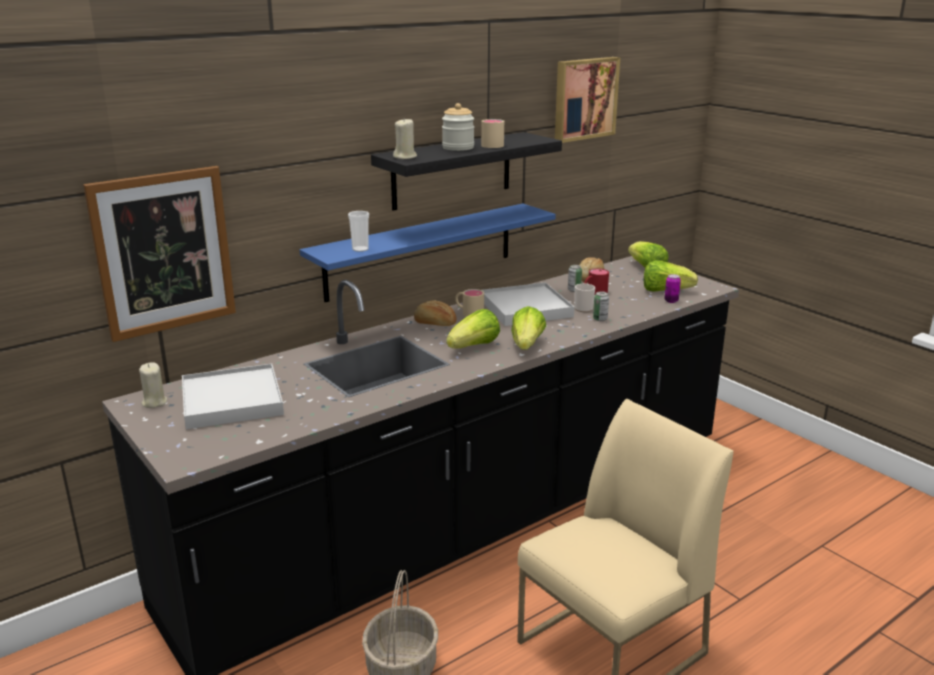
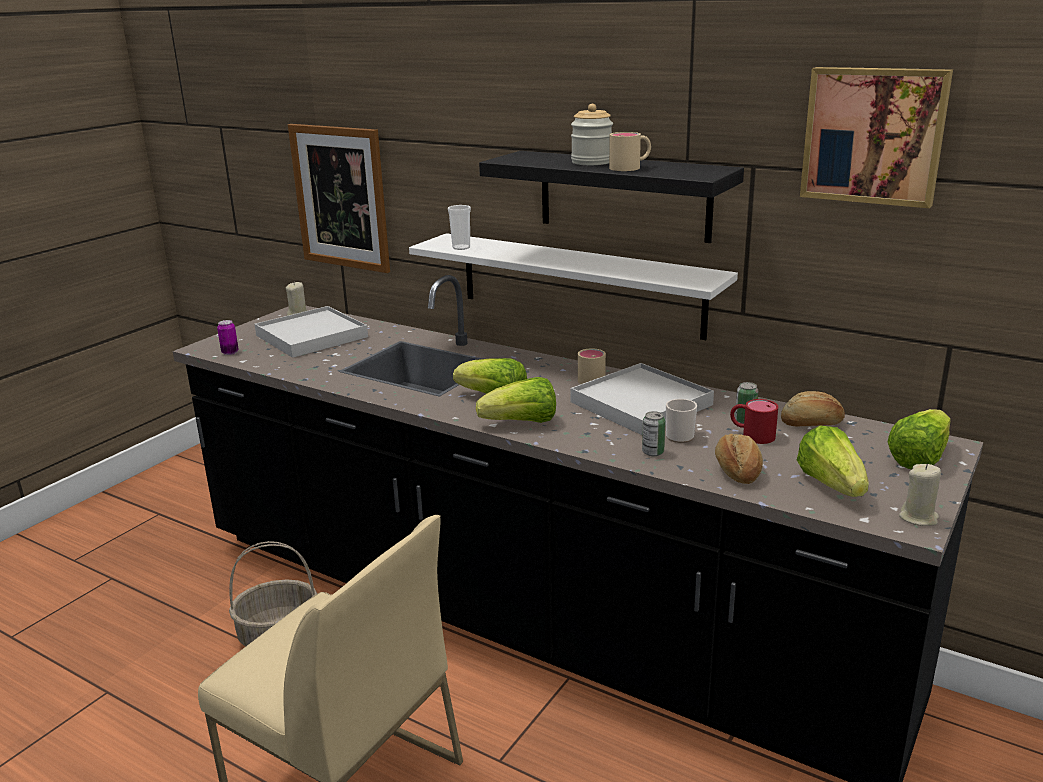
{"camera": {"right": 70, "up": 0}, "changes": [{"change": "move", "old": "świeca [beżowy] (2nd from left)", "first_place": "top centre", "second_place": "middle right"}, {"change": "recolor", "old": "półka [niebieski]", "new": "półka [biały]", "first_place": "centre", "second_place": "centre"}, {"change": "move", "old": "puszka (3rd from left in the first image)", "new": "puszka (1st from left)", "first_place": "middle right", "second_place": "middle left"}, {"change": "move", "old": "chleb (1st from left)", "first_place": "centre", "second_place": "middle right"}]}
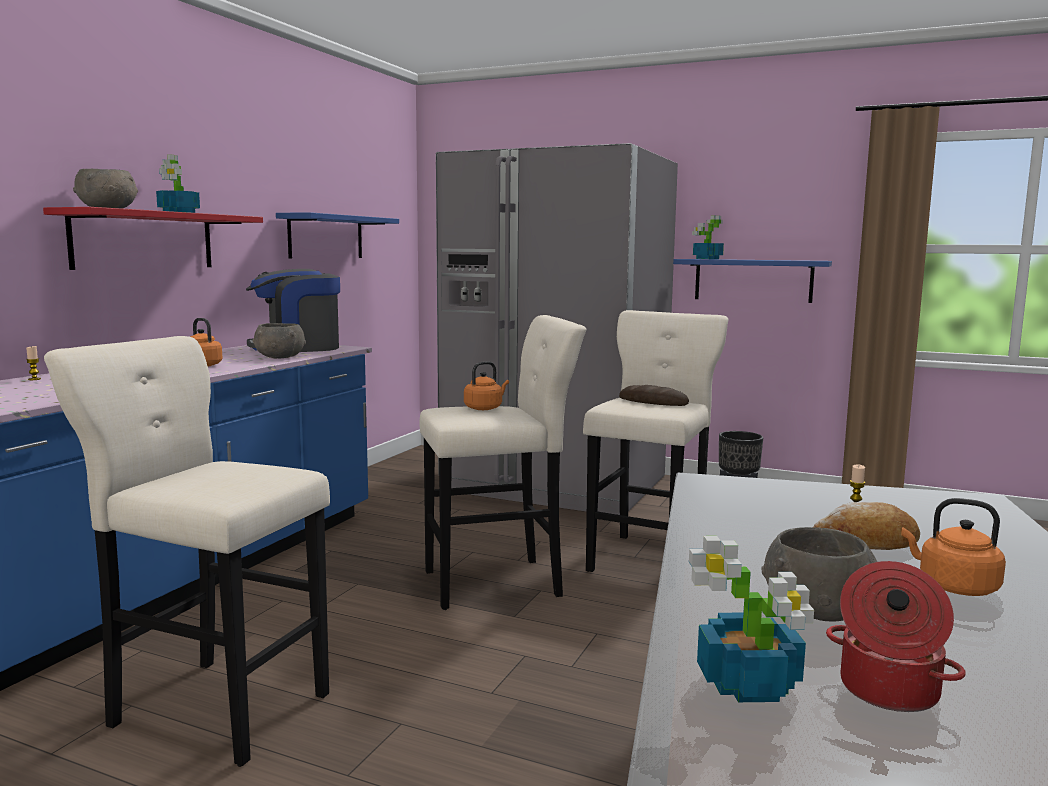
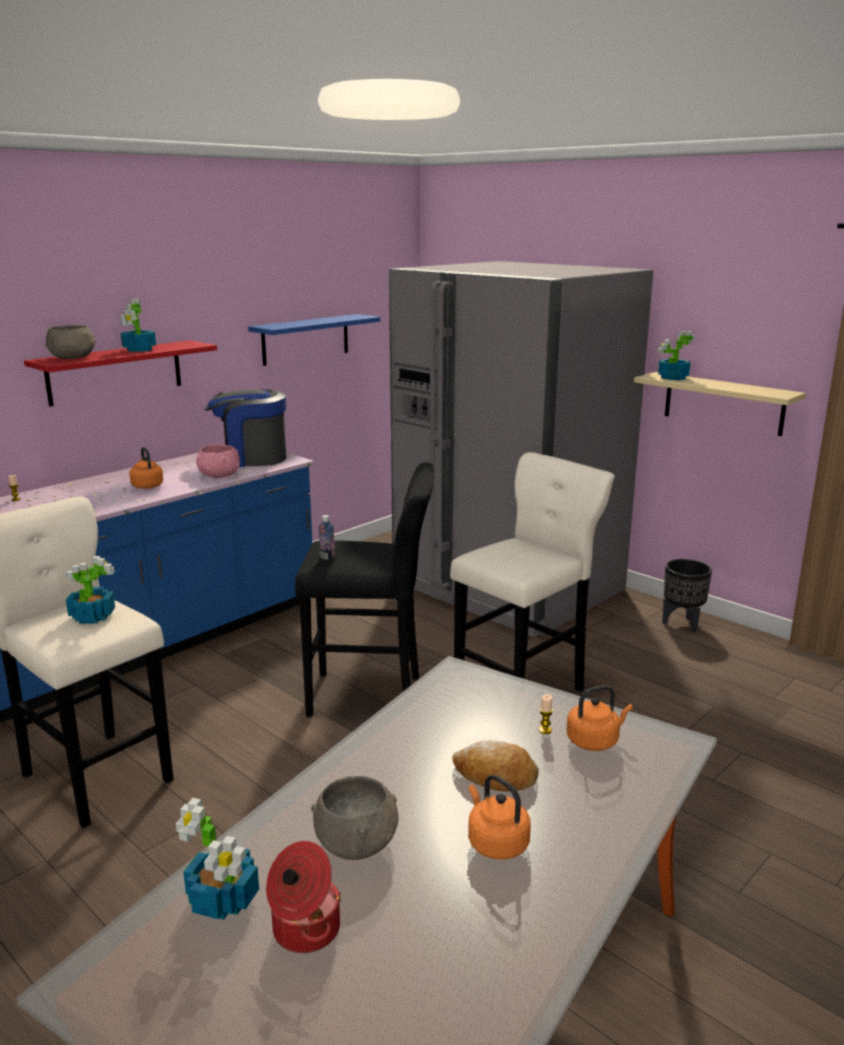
{"camera": {"right": 20, "up": 10}, "changes": [{"change": "recolor", "old": "półka [niebieski] (2nd from left)", "new": "półka [beżowy]", "first_place": "middle right", "second_place": "middle right"}, {"change": "recolor", "old": "stołek [beżowy] (2nd from left)", "new": "stołek [czarny]", "first_place": "centre", "second_place": "centre"}, {"change": "recolor", "old": "miska [szary] (2nd from left)", "new": "miska [różowy]", "first_place": "middle left", "second_place": "middle left"}, {"change": "move", "old": "czajnik [pomarańczowy] (2nd from left in the first image)", "new": "czajnik [pomarańczowy] (3rd from left)", "first_place": "centre", "second_place": "bottom right"}, {"change": "delete", "old": "chleb (1st from left)", "first_place": "centre"}, {"change": "insert", "new": "butelka", "second_place": "centre"}, {"change": "insert", "new": "roślina doniczkowa (1st from left)", "second_place": "middle left"}]}
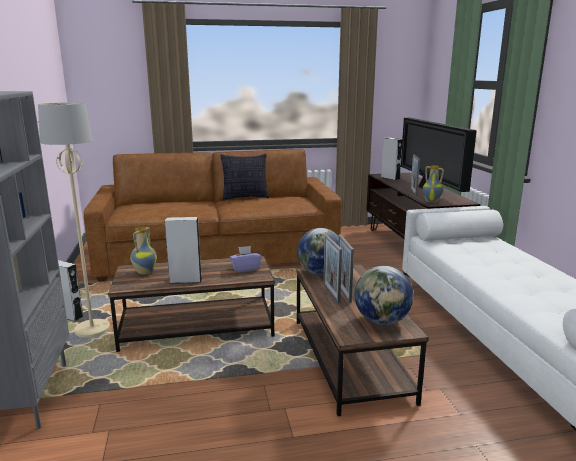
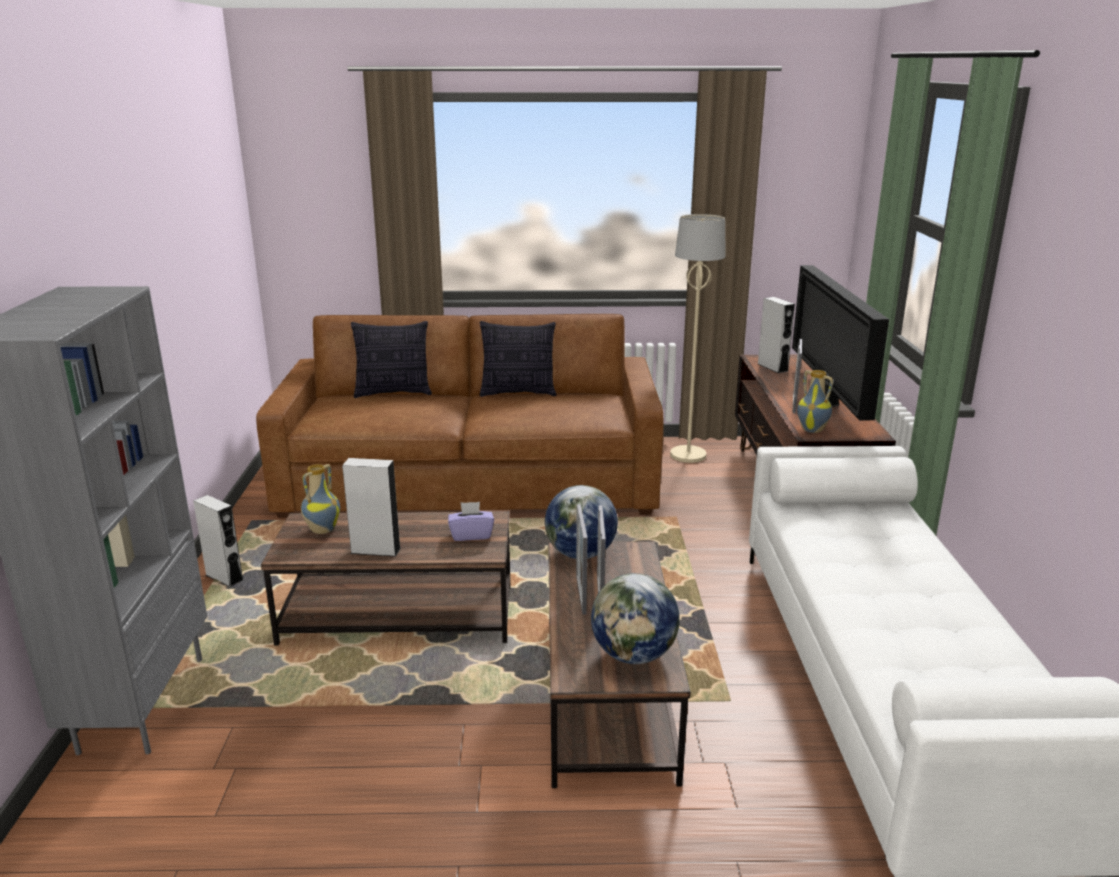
{"camera": {"right": 10, "up": 5}, "changes": [{"change": "move", "old": "lampa stojąca [beżowy]", "first_place": "middle left", "second_place": "centre"}, {"change": "insert", "new": "poduszka (1st from left)", "second_place": "centre"}]}
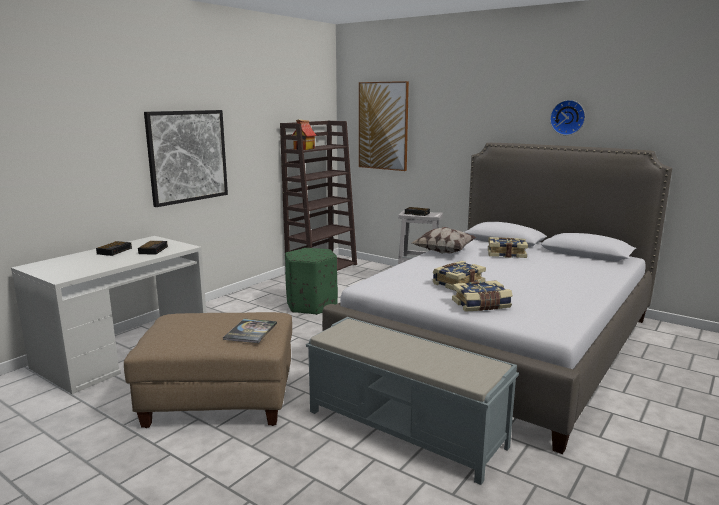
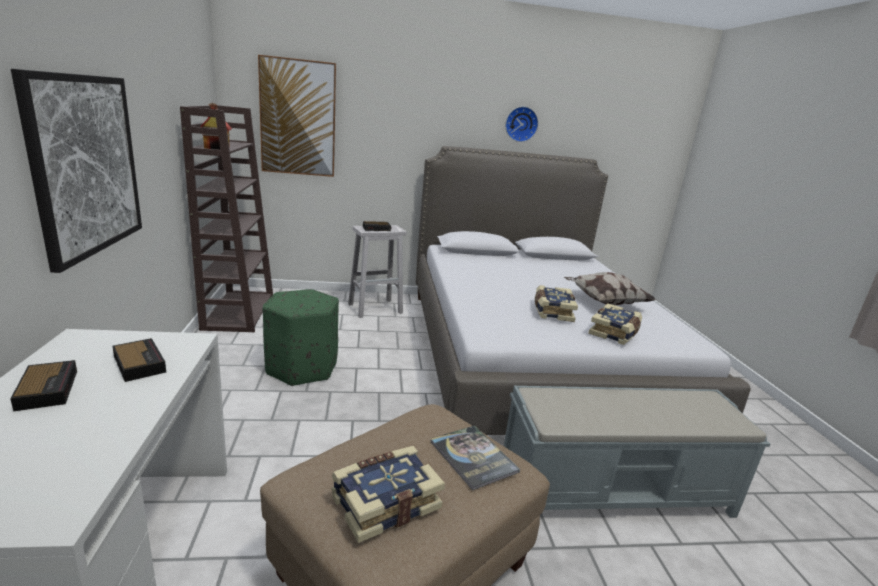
{"camera": {"right": -45, "up": 5}, "changes": [{"change": "move", "old": "poduszka", "first_place": "centre", "second_place": "middle right"}, {"change": "move", "old": "książka (4th from left in the first image)", "new": "książka (1st from left)", "first_place": "middle right", "second_place": "bottom centre"}]}
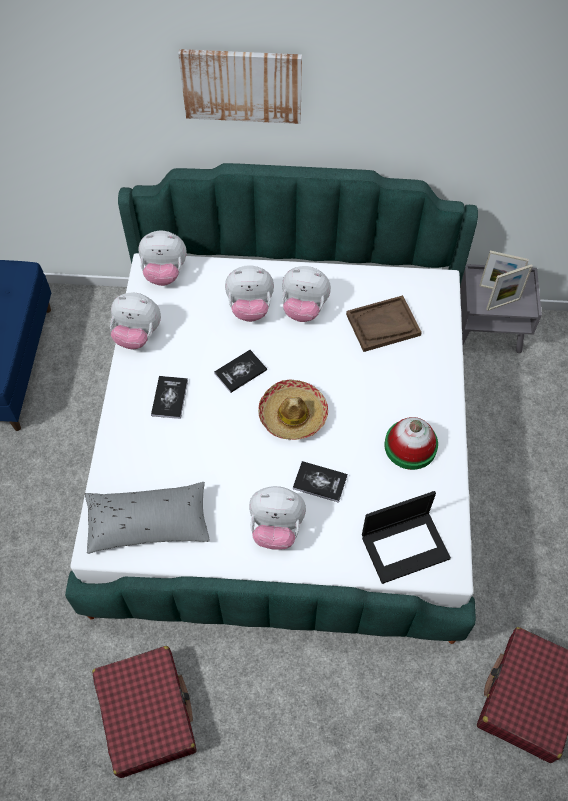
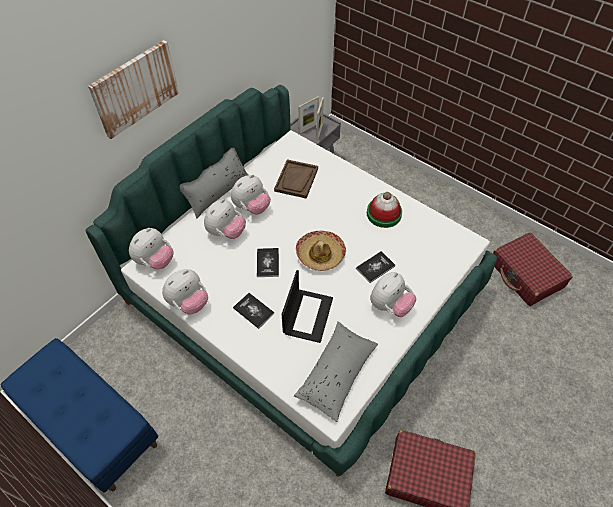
{"camera": {"right": -55, "up": -5}, "changes": [{"change": "move", "old": "laptop", "first_place": "bottom right", "second_place": "centre"}, {"change": "insert", "new": "poduszka [szary] (1st from left)", "second_place": "centre"}]}
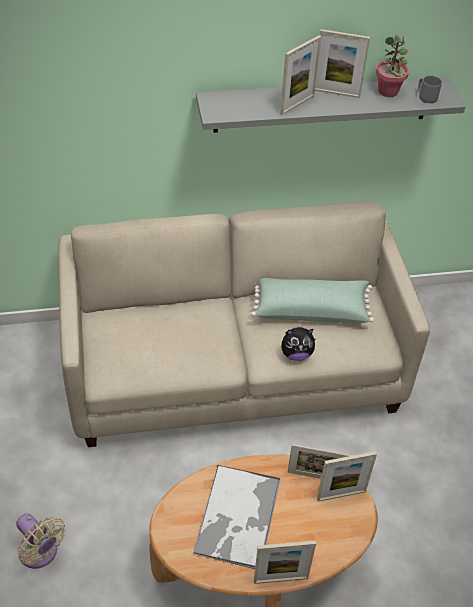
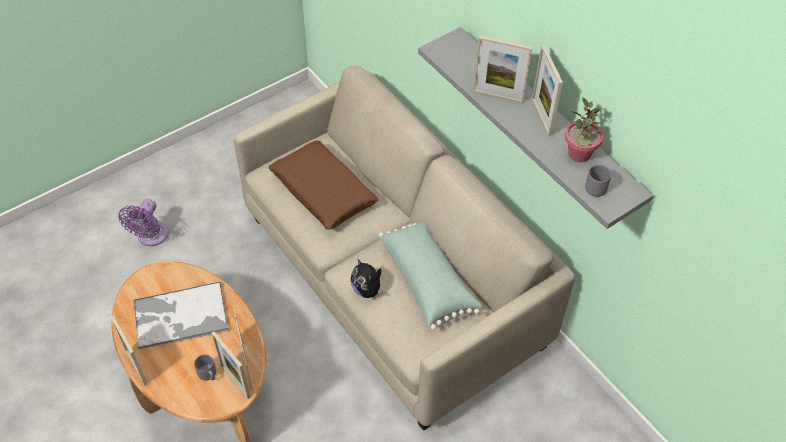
{"camera": {"right": 65, "up": 5}, "changes": [{"change": "recolor", "old": "wentylator [beżowy]", "new": "wentylator [fioletowy]", "first_place": "bottom left", "second_place": "middle left"}, {"change": "insert", "new": "poduszka [brązowy]", "second_place": "centre"}, {"change": "insert", "new": "kubek [szary] (1st from left)", "second_place": "bottom left"}]}
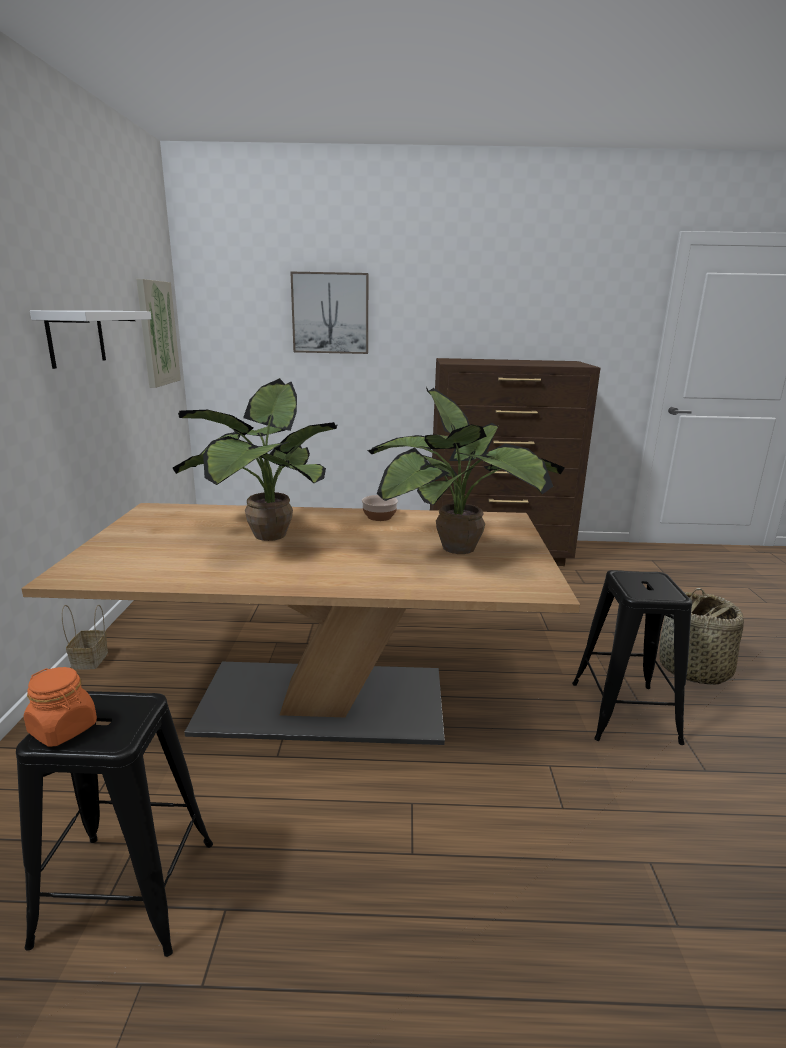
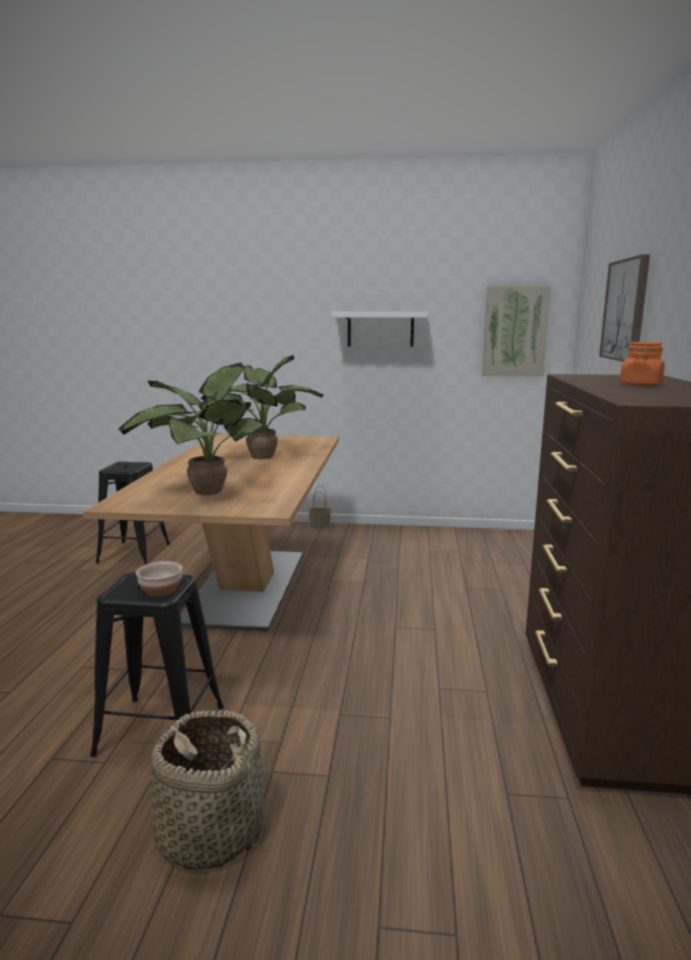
{"camera": {"right": 95, "up": -5}, "changes": [{"change": "move", "old": "miska", "first_place": "centre", "second_place": "middle left"}, {"change": "move", "old": "słoik [pomarańczowy]", "first_place": "bottom left", "second_place": "middle right"}]}
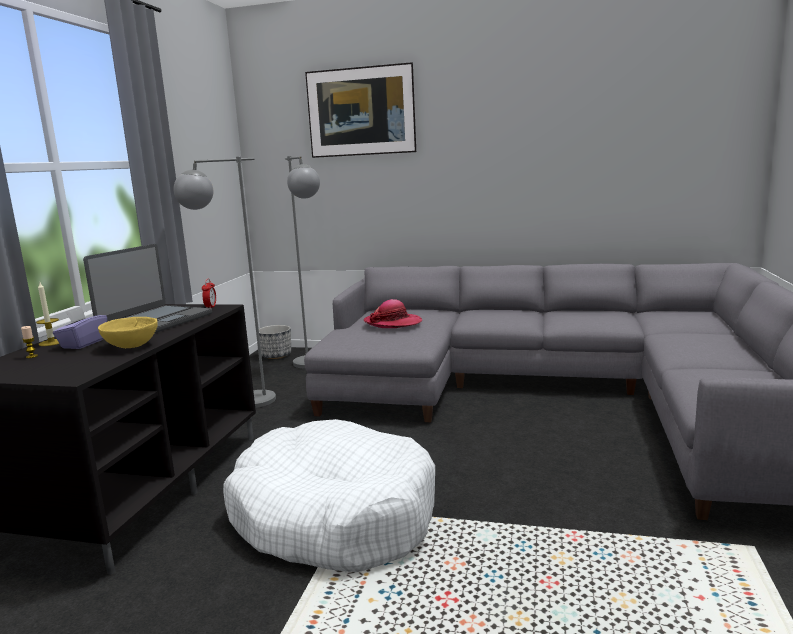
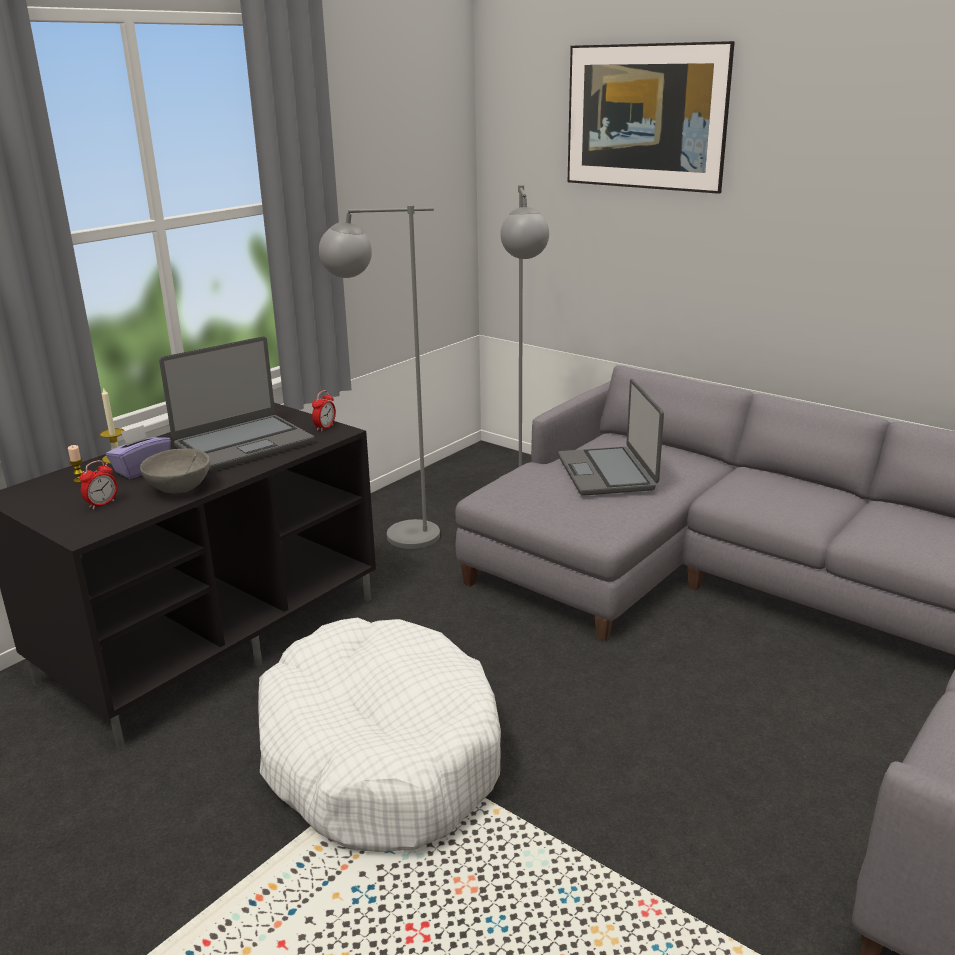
{"camera": {"right": 25, "up": 10}, "changes": [{"change": "replace", "old": "kapelusz", "new": "laptop (2nd from left)", "first_place": "centre", "second_place": "centre"}, {"change": "recolor", "old": "miska [żółty]", "new": "miska [szary]", "first_place": "middle left", "second_place": "middle left"}, {"change": "delete", "old": "donica", "first_place": "centre"}, {"change": "insert", "new": "budzik (1st from left)", "second_place": "middle left"}]}
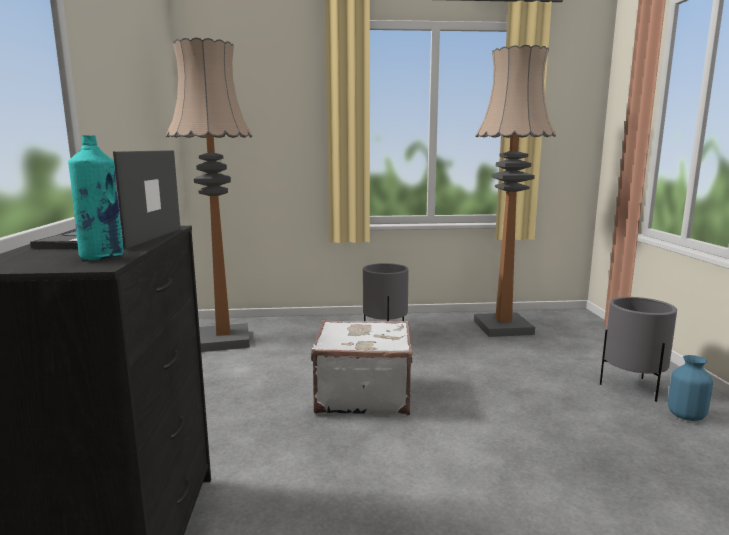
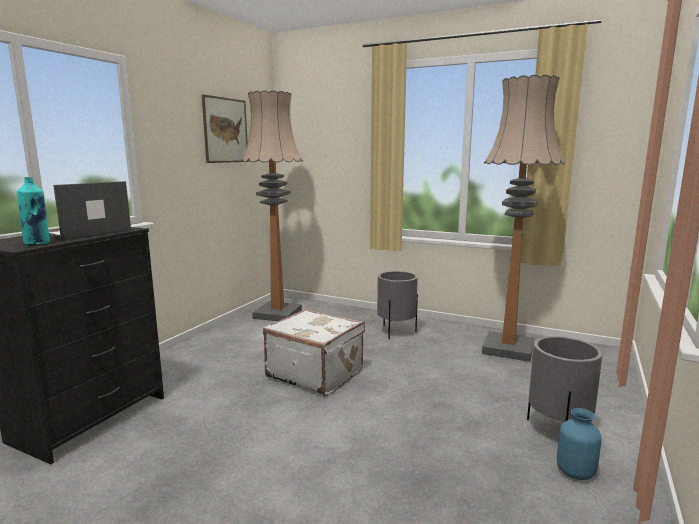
{"camera": {"right": 30, "up": 0}, "changes": [{"change": "insert", "new": "obraz", "second_place": "top left"}]}
